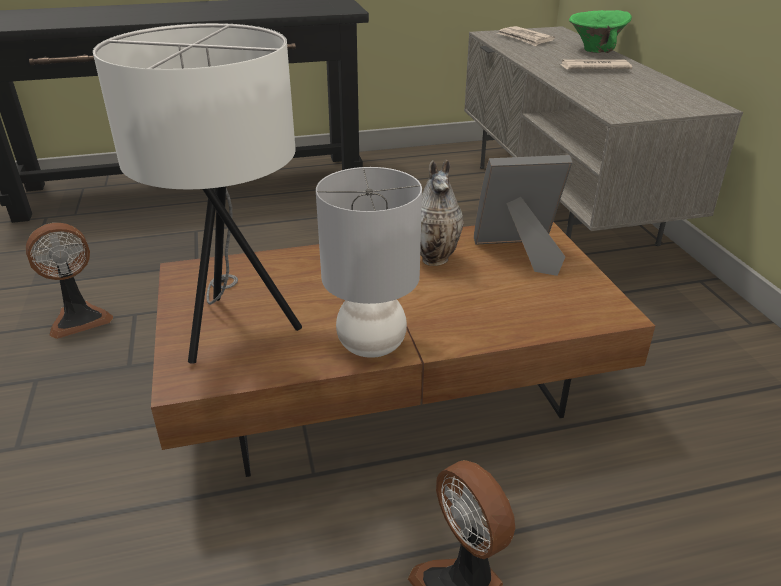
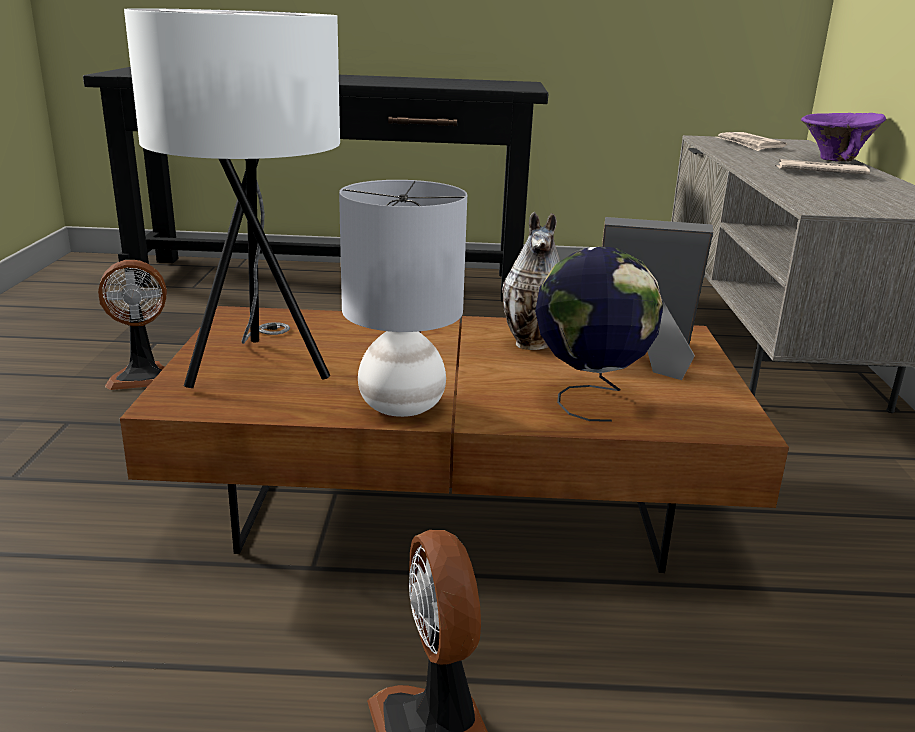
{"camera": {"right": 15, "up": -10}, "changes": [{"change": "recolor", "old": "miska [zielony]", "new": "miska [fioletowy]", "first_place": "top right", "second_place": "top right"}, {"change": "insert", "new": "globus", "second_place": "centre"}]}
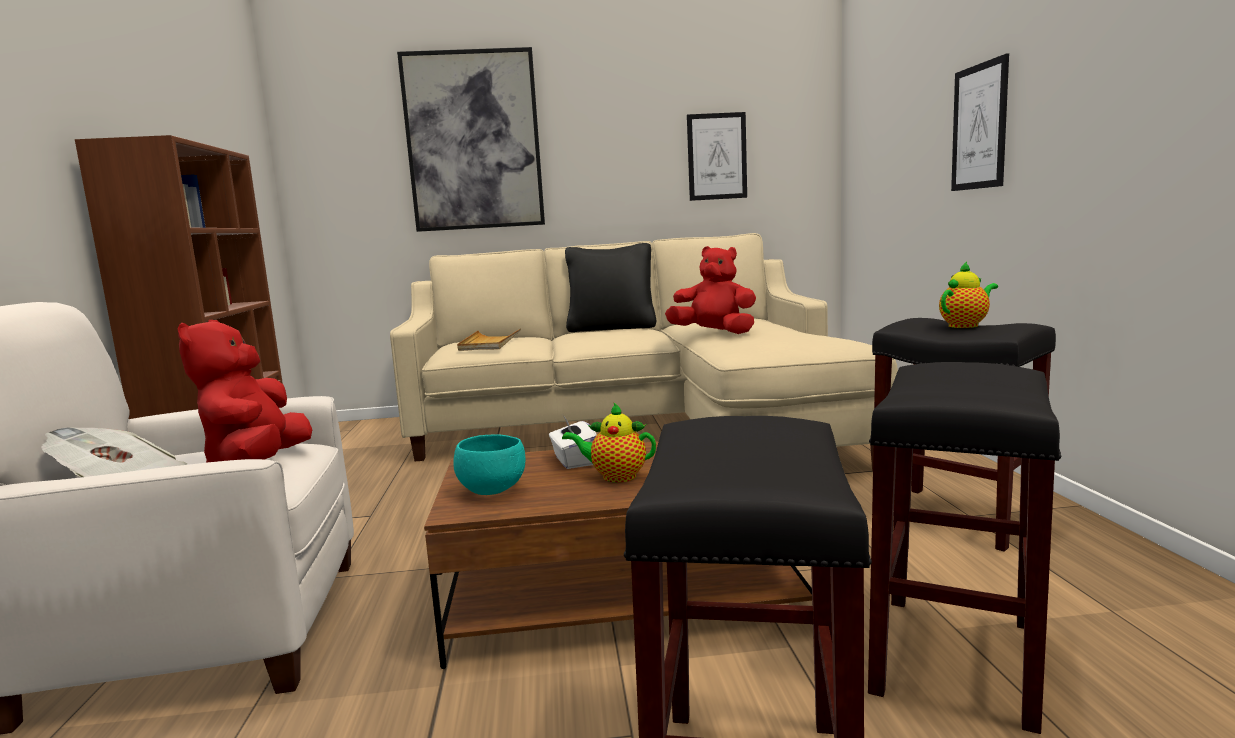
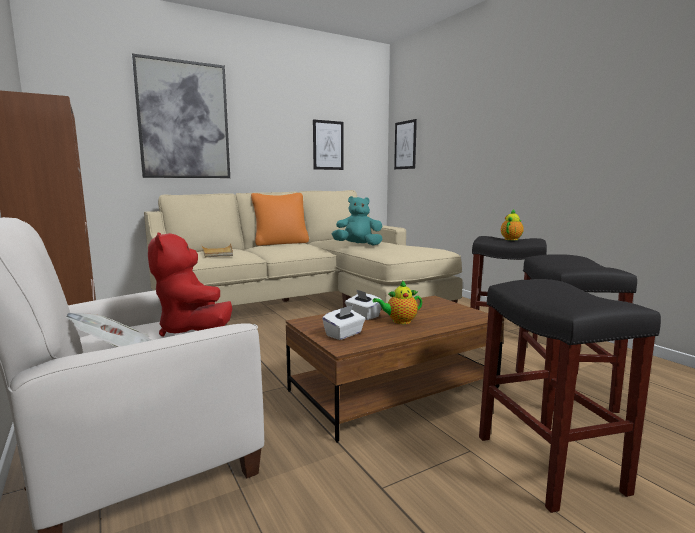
{"camera": {"right": -25, "up": 0}, "changes": [{"change": "move", "old": "obraz (3rd from left)", "first_place": "top right", "second_place": "top centre"}, {"change": "recolor", "old": "poduszka [czarny]", "new": "poduszka [pomarańczowy]", "first_place": "centre", "second_place": "centre"}, {"change": "recolor", "old": "pluszak [czerwony] (2nd from left)", "new": "pluszak [turkusowy]", "first_place": "centre", "second_place": "centre"}, {"change": "replace", "old": "miska [turkusowy]", "new": "pudełko chusteczek [biały] (1st from left)", "first_place": "centre", "second_place": "centre"}]}
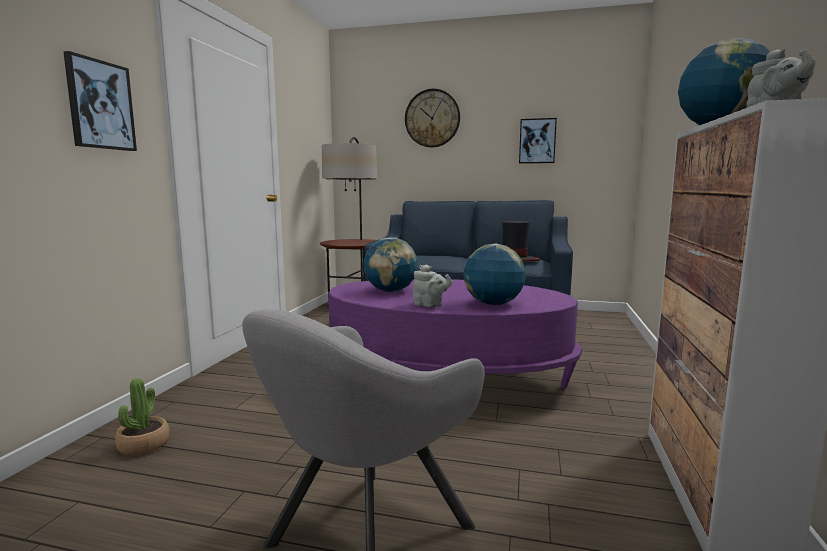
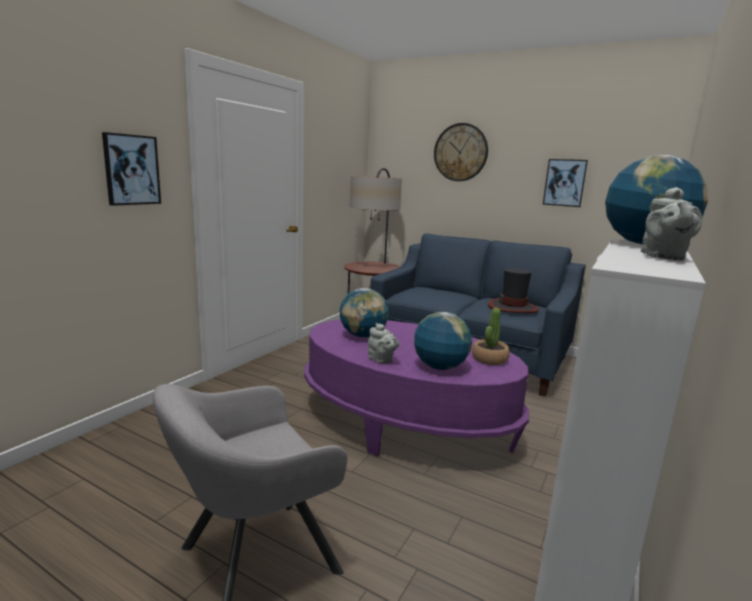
{"camera": {"right": 15, "up": 5}, "changes": [{"change": "move", "old": "roślina doniczkowa", "first_place": "bottom left", "second_place": "centre"}]}
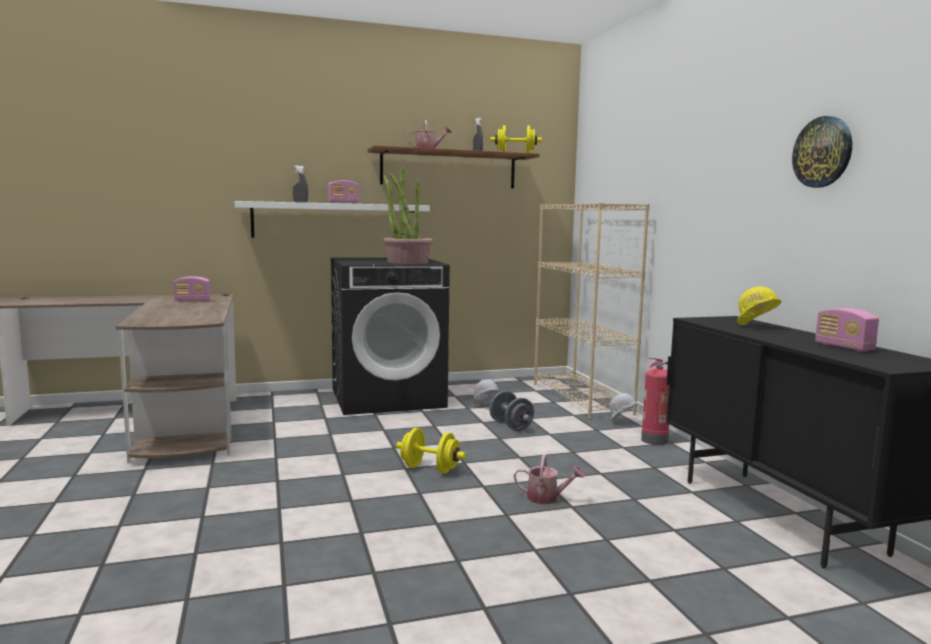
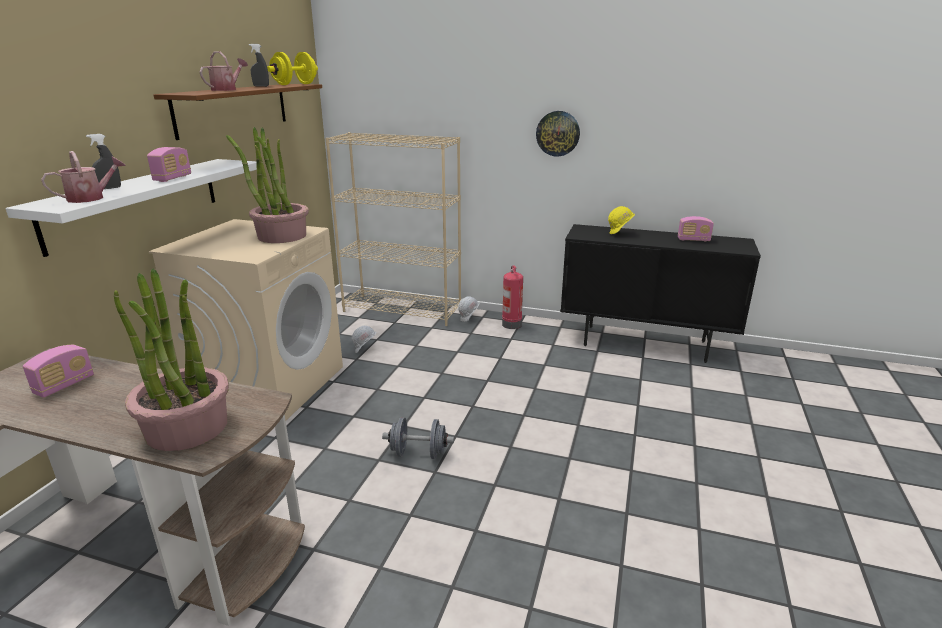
{"camera": {"right": -55, "up": 15}, "changes": [{"change": "move", "old": "zegar ścienny", "first_place": "top right", "second_place": "top centre"}, {"change": "recolor", "old": "pralka [czarny]", "new": "pralka [beżowy]", "first_place": "centre", "second_place": "middle left"}, {"change": "move", "old": "hantel [szary]", "first_place": "centre", "second_place": "bottom centre"}, {"change": "delete", "old": "hantel [żółty] (1st from left)", "first_place": "bottom centre"}, {"change": "move", "old": "konewka (2nd from left in the first image)", "new": "konewka (1st from left)", "first_place": "bottom centre", "second_place": "top left"}, {"change": "insert", "new": "roślina doniczkowa (1st from left)", "second_place": "middle left"}]}
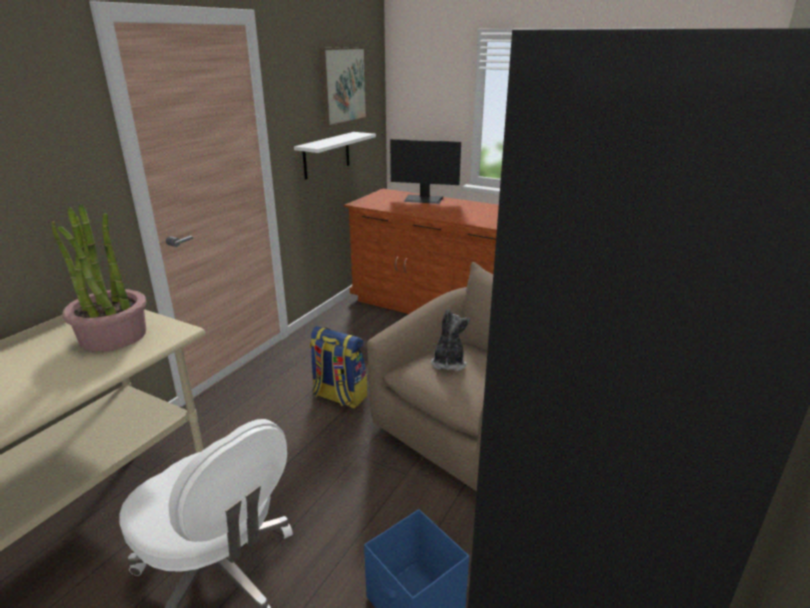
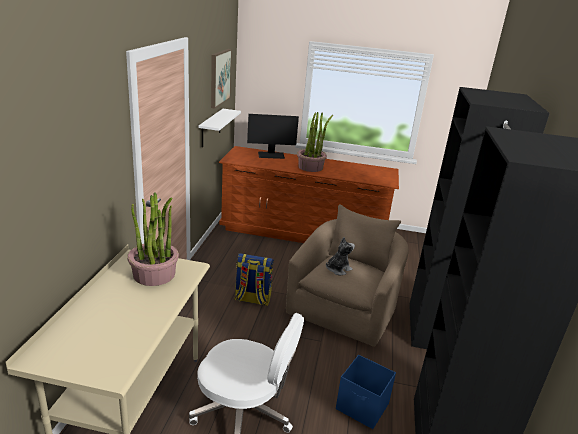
{"camera": {"right": -20, "up": 0}, "changes": [{"change": "rotate", "old": "pluszak", "first_place": "centre", "second_place": "centre", "degrees": 60}, {"change": "insert", "new": "roślina doniczkowa (2nd from left)", "second_place": "top centre"}]}
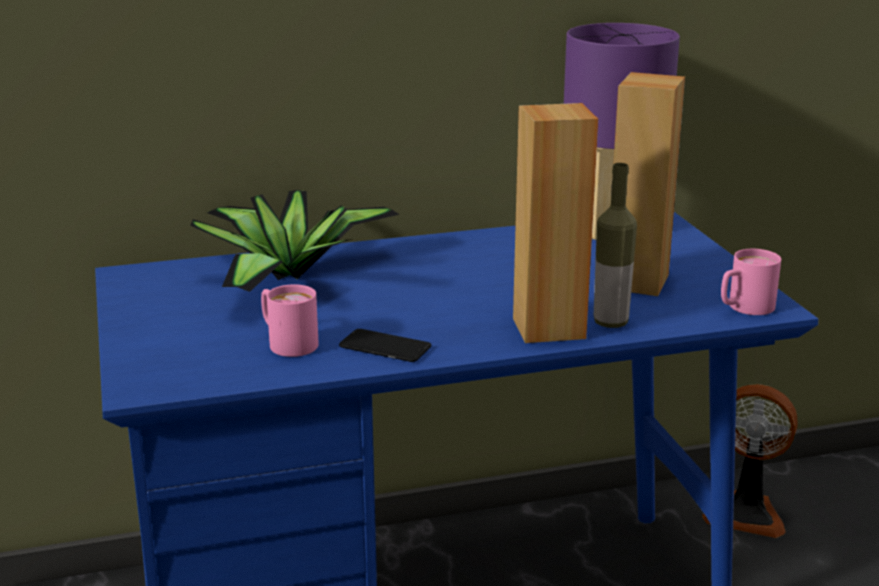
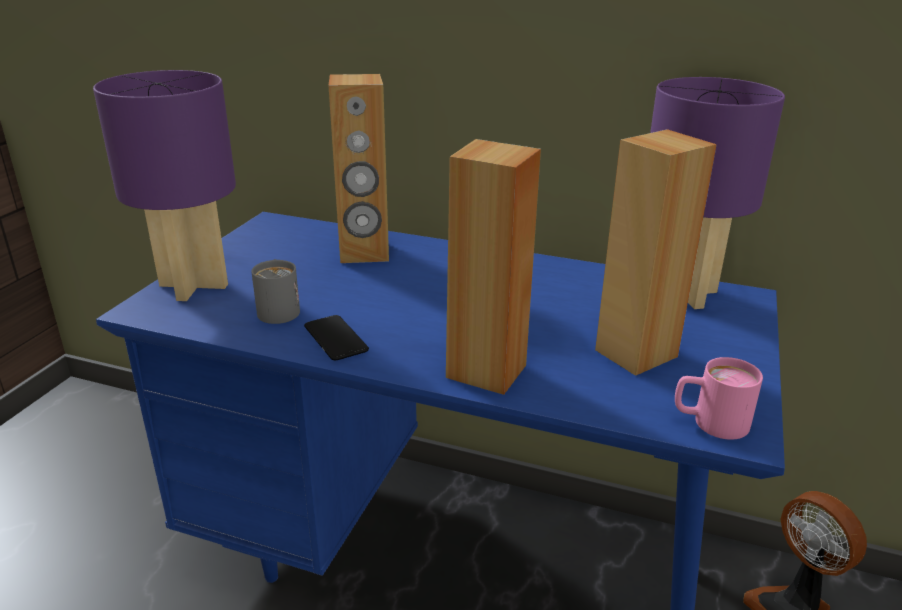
{"camera": {"right": 35, "up": 5}, "changes": [{"change": "delete", "old": "butelka", "first_place": "middle right"}, {"change": "replace", "old": "roślina doniczkowa", "new": "głośnik [brązowy] (1st from left)", "first_place": "centre", "second_place": "top centre"}, {"change": "recolor", "old": "kubek [różowy] (1st from left)", "new": "kubek [szary]", "first_place": "middle left", "second_place": "middle left"}, {"change": "insert", "new": "lampa stołowa [fioletowy] (1st from left)", "second_place": "top left"}]}
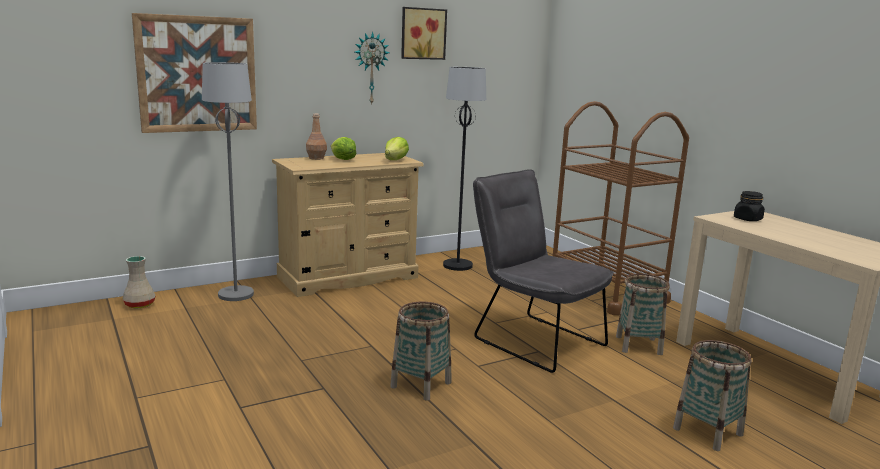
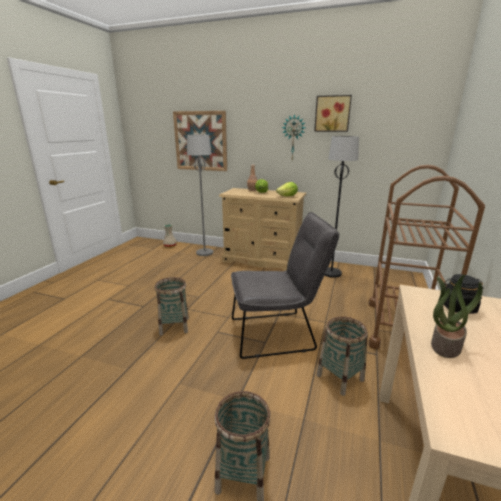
{"camera": {"right": 50, "up": 5}, "changes": [{"change": "rotate", "old": "krzesło [szary]", "first_place": "centre", "second_place": "centre", "degrees": 75}, {"change": "insert", "new": "roślina doniczkowa", "second_place": "middle right"}]}
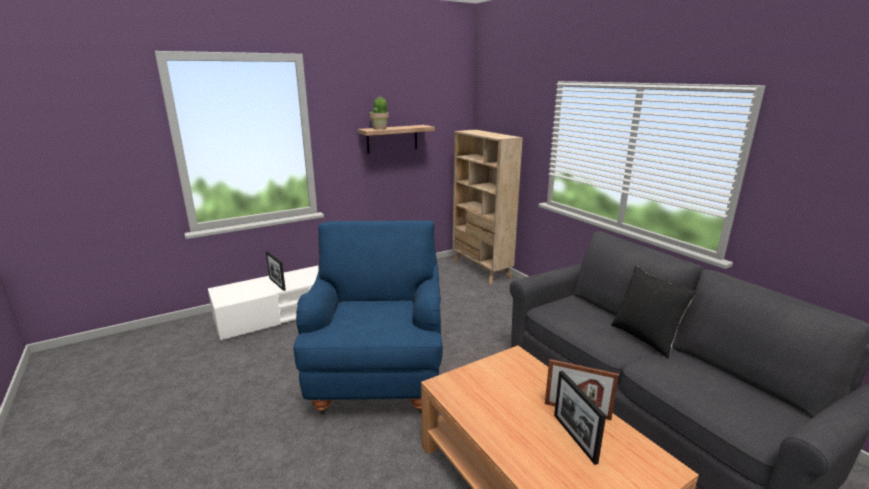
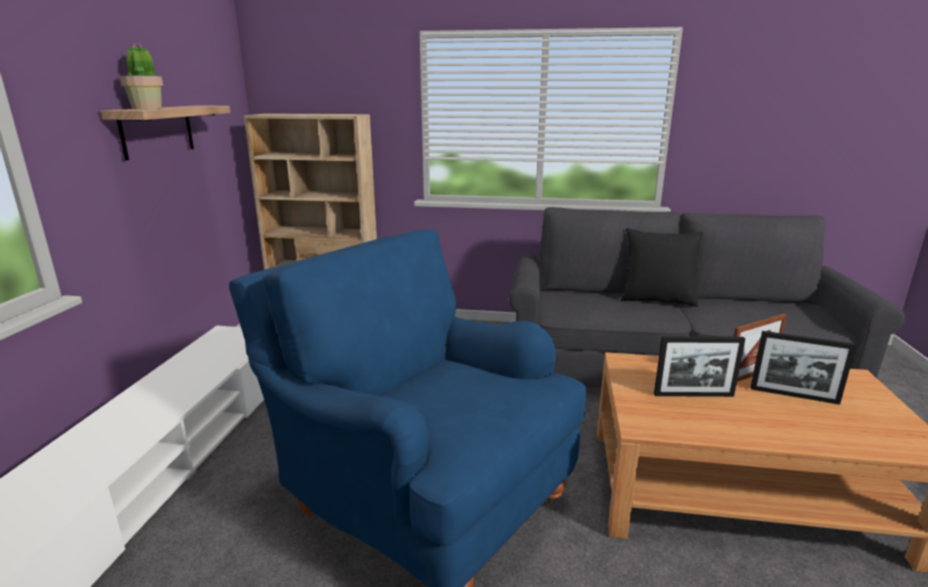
{"camera": {"right": -50, "up": 0}, "changes": [{"change": "move", "old": "ramka na zdjęcie (1st from left)", "first_place": "middle left", "second_place": "middle right"}]}
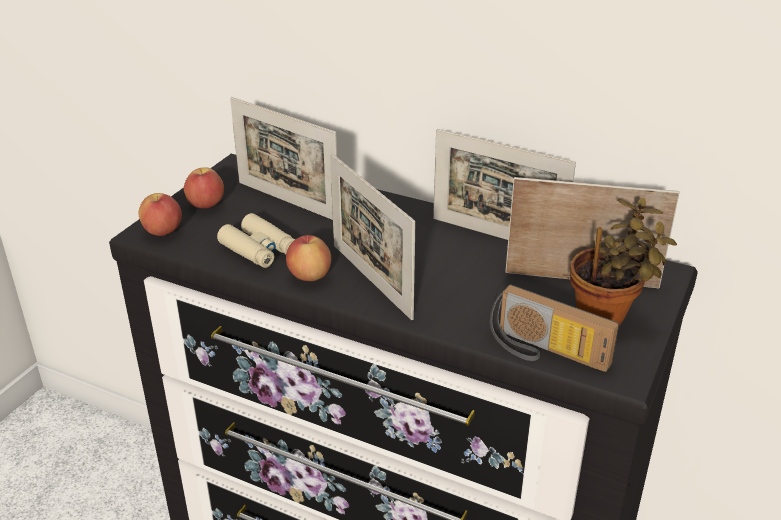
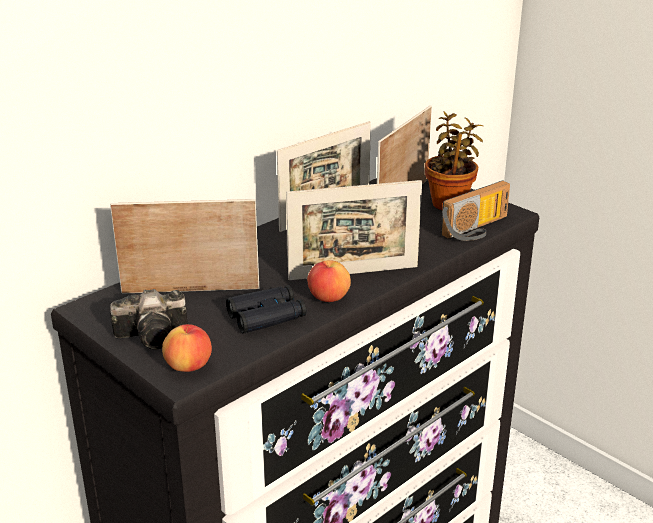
{"camera": {"right": -70, "up": -5}, "changes": [{"change": "rotate", "old": "ramka na zdjęcie (1st from left)", "first_place": "top centre", "second_place": "middle left", "degrees": -150}, {"change": "replace", "old": "jabłko (2nd from left)", "new": "aparat fotograficzny", "first_place": "middle left", "second_place": "middle left"}, {"change": "recolor", "old": "lornetka [beżowy]", "new": "lornetka [czarny]", "first_place": "middle left", "second_place": "centre"}]}
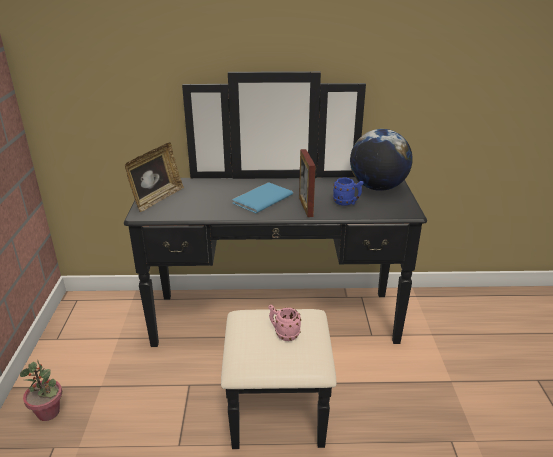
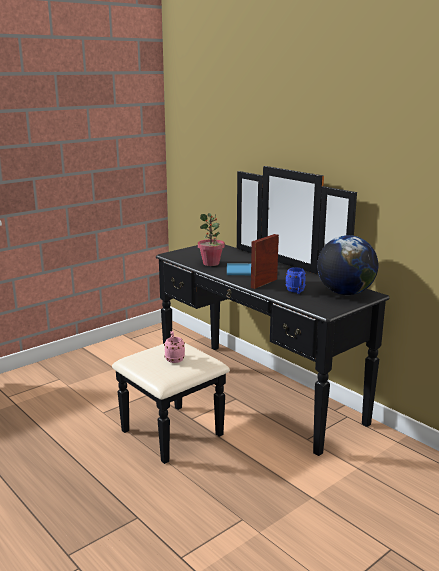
{"camera": {"right": 50, "up": -10}, "changes": [{"change": "delete", "old": "ramka na zdjęcie (1st from left)", "first_place": "middle left"}, {"change": "move", "old": "roślina doniczkowa", "first_place": "bottom left", "second_place": "centre"}]}
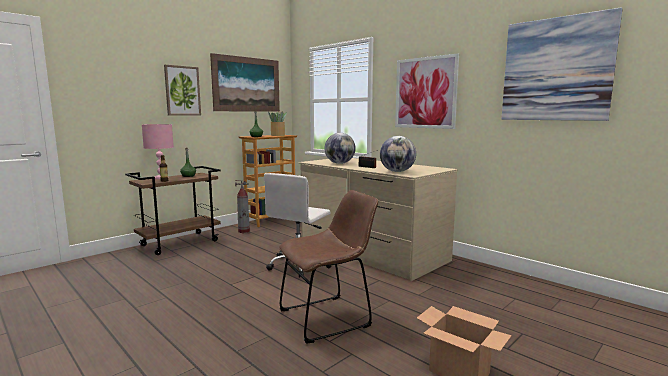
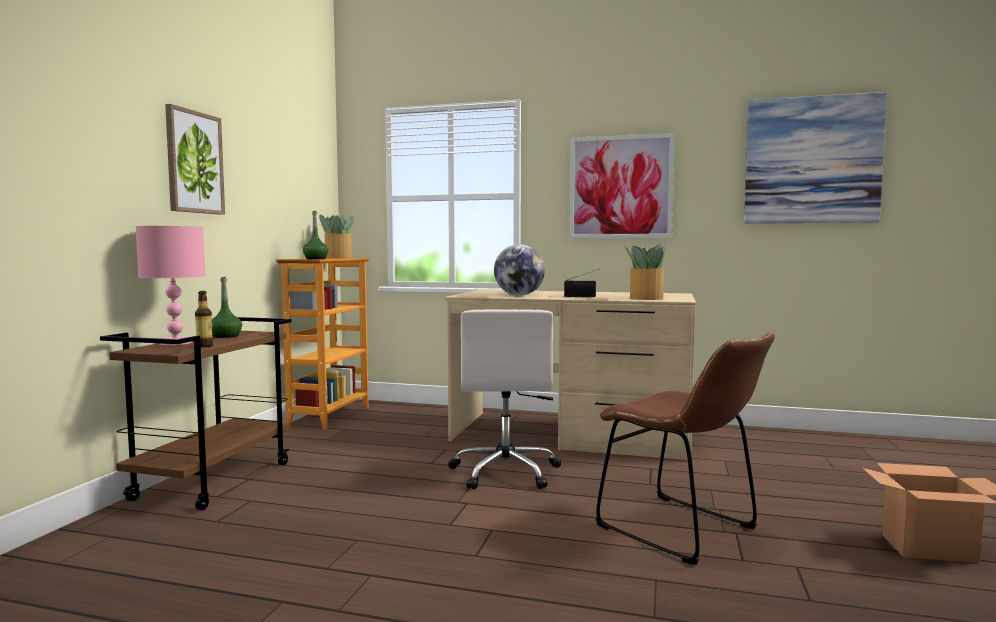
{"camera": {"right": -30, "up": -5}, "changes": [{"change": "delete", "old": "obraz (2nd from left)", "first_place": "top centre"}, {"change": "replace", "old": "globus (2nd from left)", "new": "roślina doniczkowa (2nd from left)", "first_place": "centre", "second_place": "centre"}, {"change": "delete", "old": "gaśnica", "first_place": "centre"}, {"change": "rotate", "old": "krzesło [brązowy]", "first_place": "bottom centre", "second_place": "bottom right", "degrees": 105}]}
